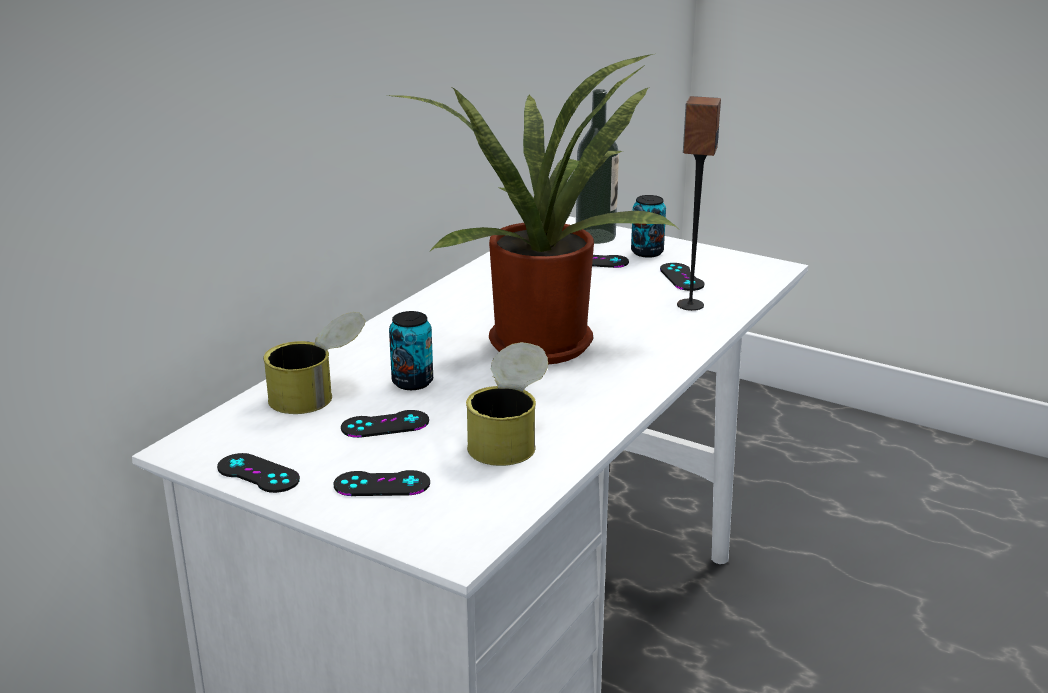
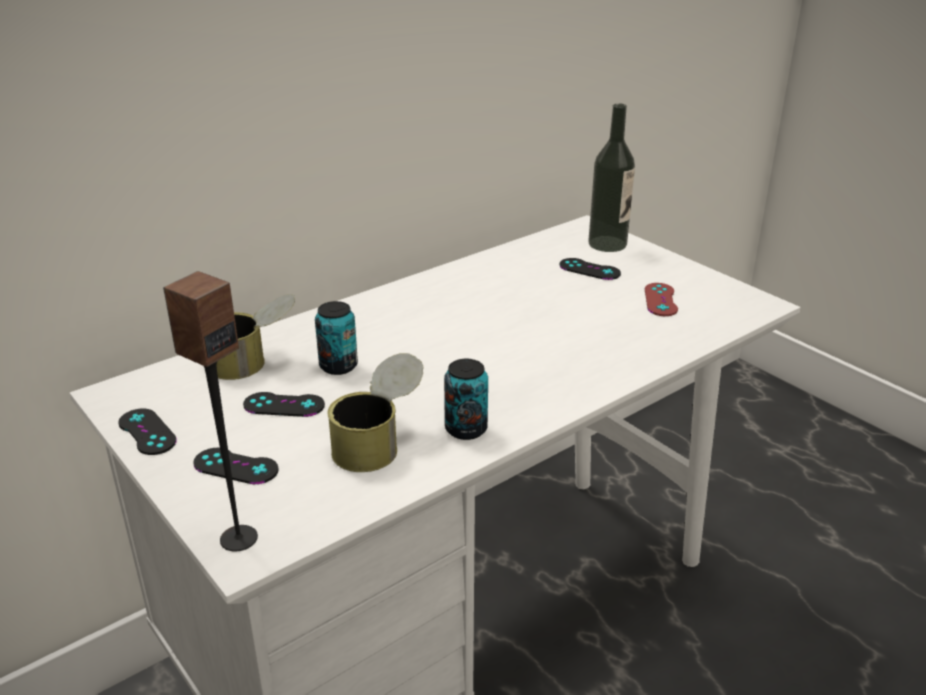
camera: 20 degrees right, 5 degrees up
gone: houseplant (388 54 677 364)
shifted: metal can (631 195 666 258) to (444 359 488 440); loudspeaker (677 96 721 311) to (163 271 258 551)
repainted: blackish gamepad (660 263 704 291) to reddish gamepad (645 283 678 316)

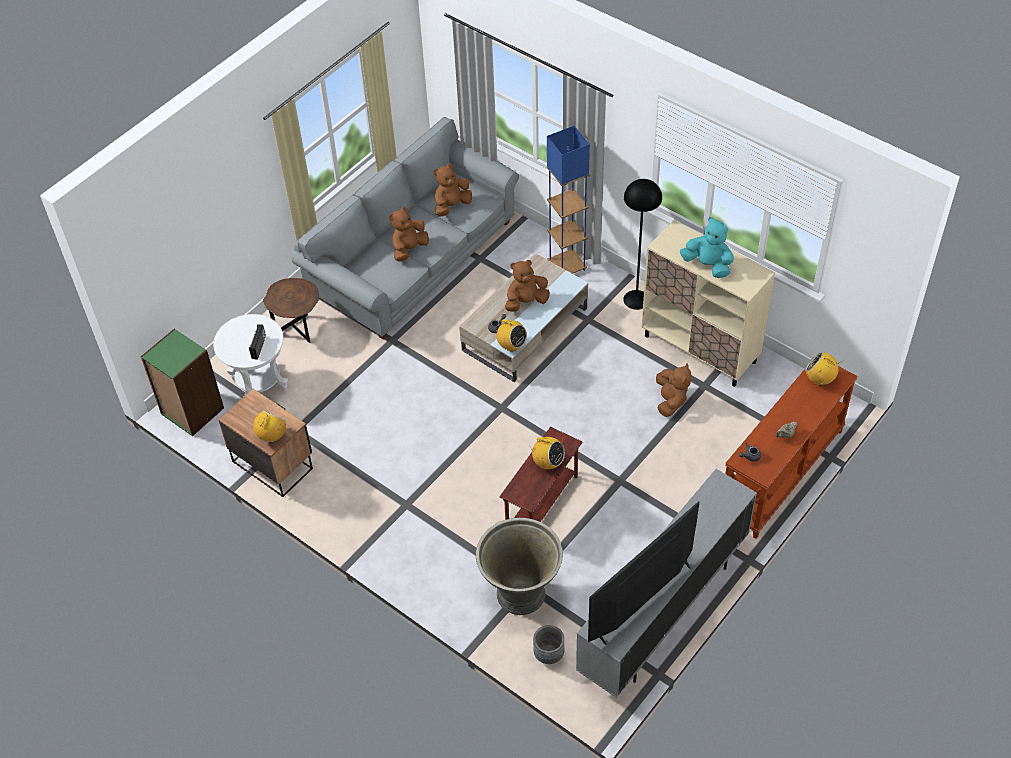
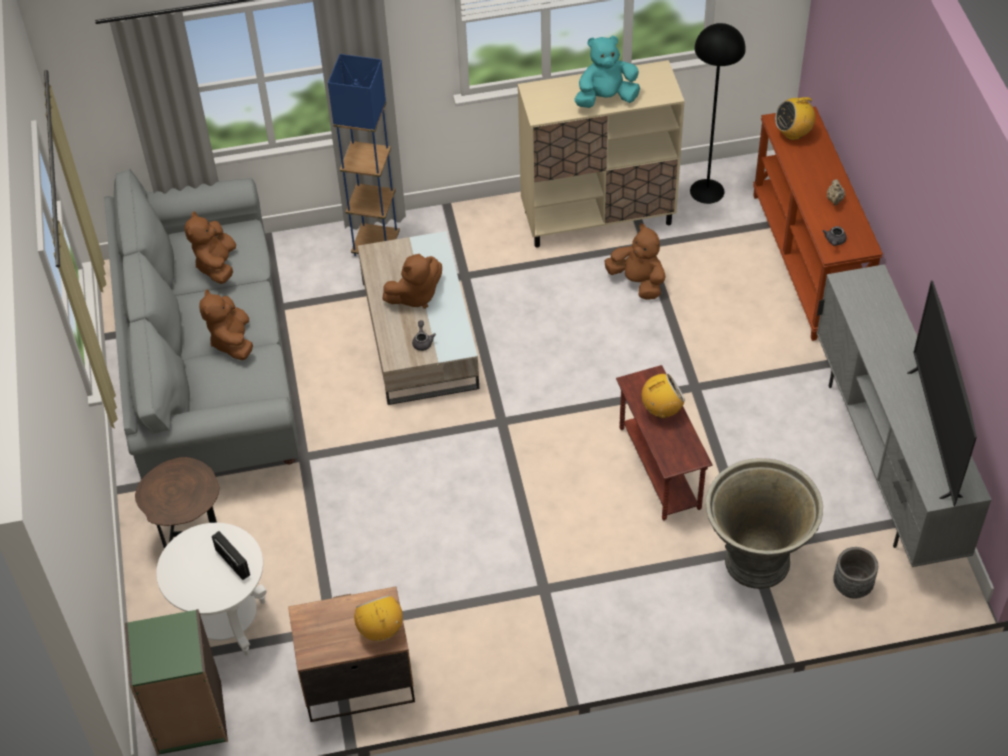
camera: 50 degrees left, 0 degrees up
gone: radio (496 320 527 351)
shifted: blackish standing lamp (623 179 662 310) to (690 23 746 204)
rotated: brownish plush toy (505 260 550 312) = (382 254 442 309) 135 degrees counterclockwise

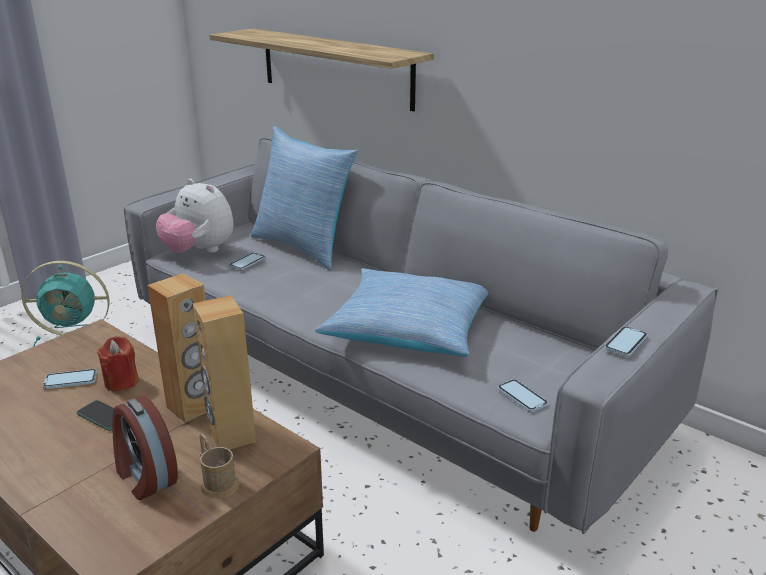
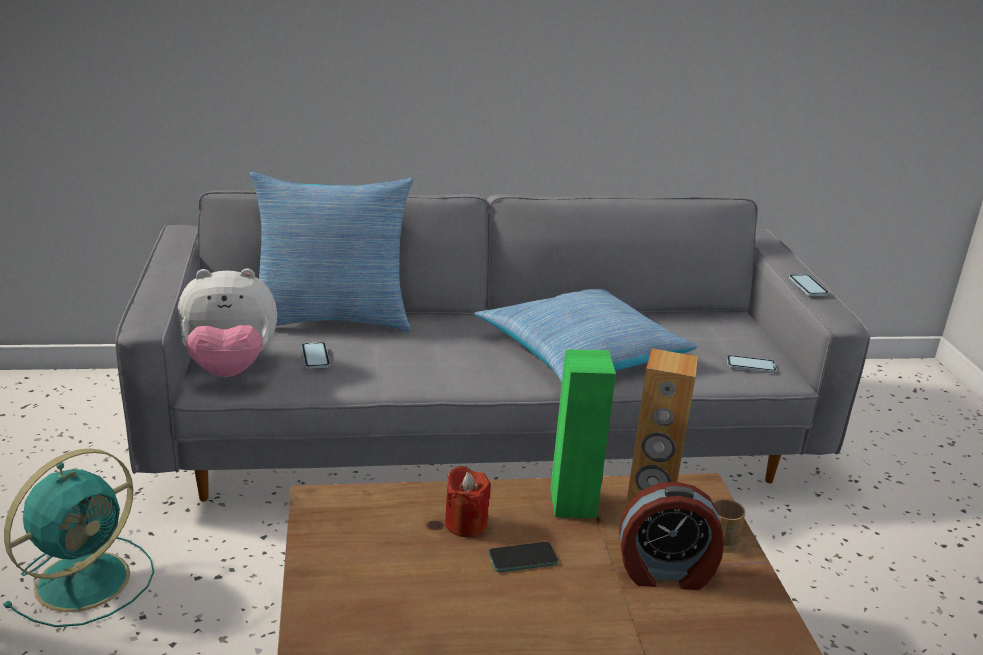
camera: 50 degrees left, 0 degrees up
gone: handset (43 369 97 389); wall shelf (210 28 434 111)
repainted: brownish loudspeaker (147 273 207 423) to green loudspeaker (550 350 616 518)

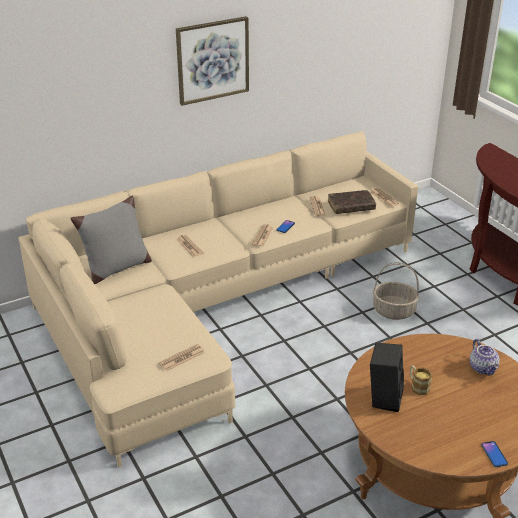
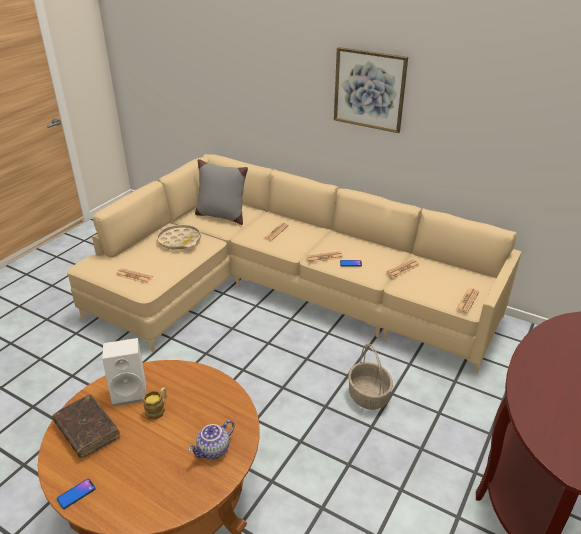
camera: 60 degrees right, 0 degrees up
new: beige carrying tray (157 225 201 250)
shifted: brownish volume (328 190 376 214) to (52 394 120 458)
repainted: blackish loudspeaker (370 343 404 412) to whitish loudspeaker (102 338 146 406)

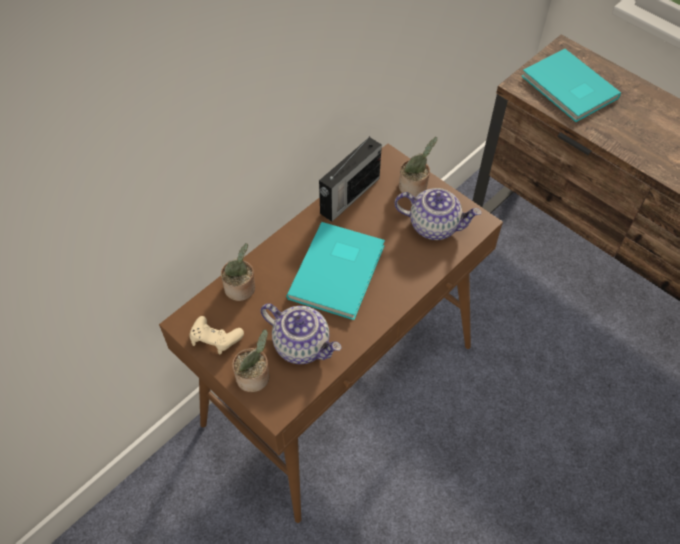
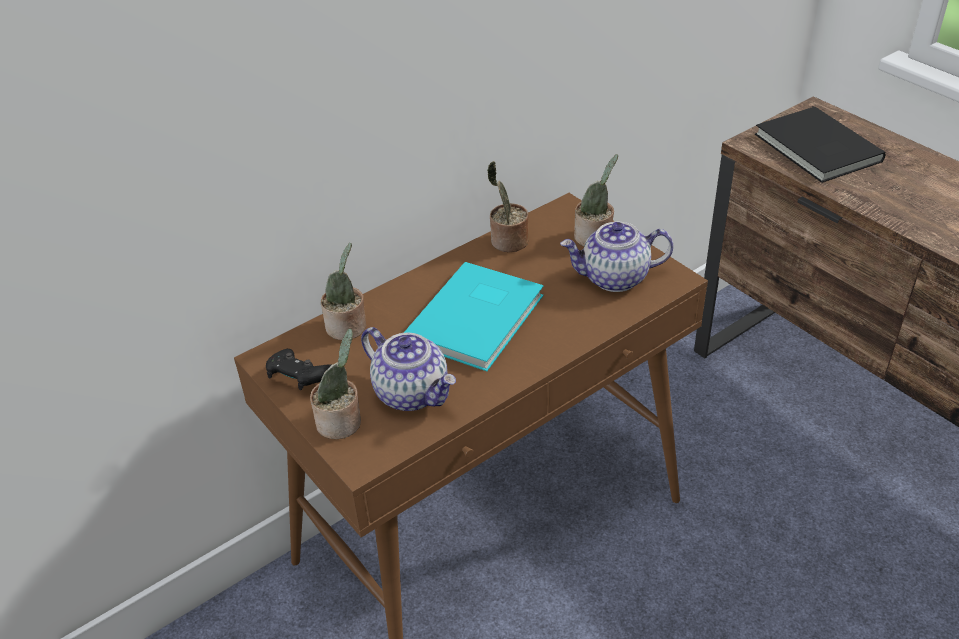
camera: 10 degrees right, 15 degrees down
swapped: radio (319 136 382 222) to houseplant (487 161 528 252)
repainted: beige gamepad (190 316 244 354) to blackish gamepad (266 349 332 390); turquoise-coloured volume (521 49 621 122) to blackish volume (755 107 885 183)
rotated: tea pot (394 188 482 240) = (560 222 673 292) 150 degrees clockwise

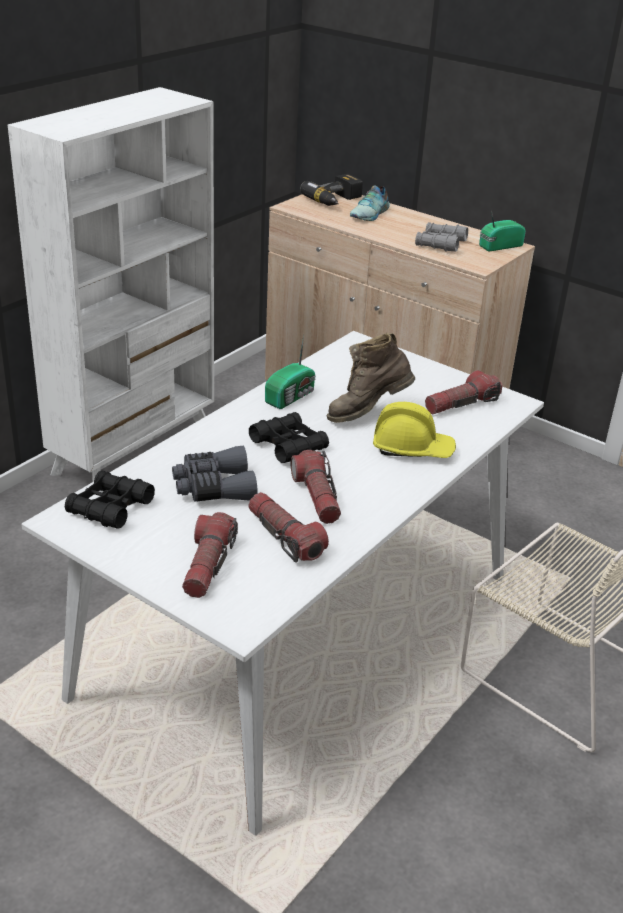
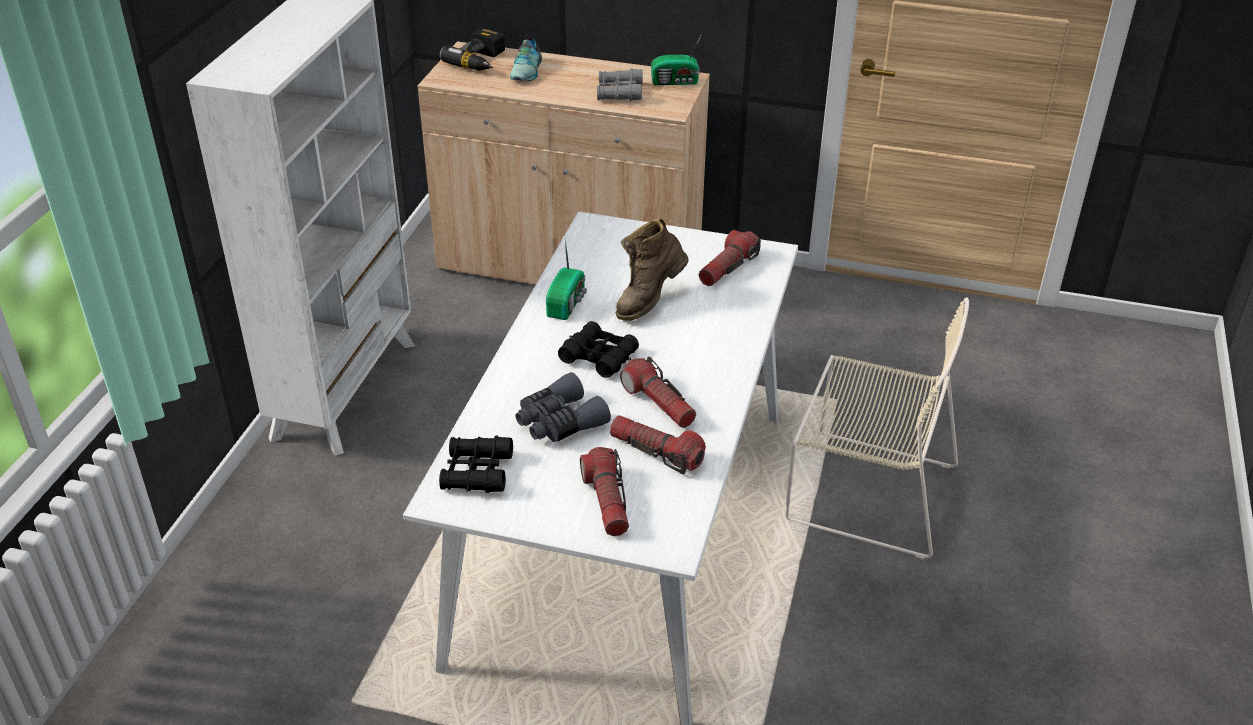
camera: 20 degrees left, 5 degrees up
gone: yellowish work helmet (373 402 456 458)
rotated: radio (479 210 526 251) = (651 34 702 85) 135 degrees counterclockwise

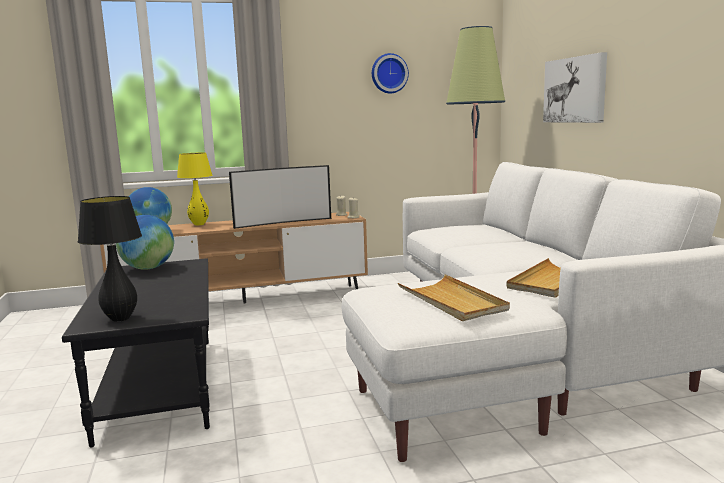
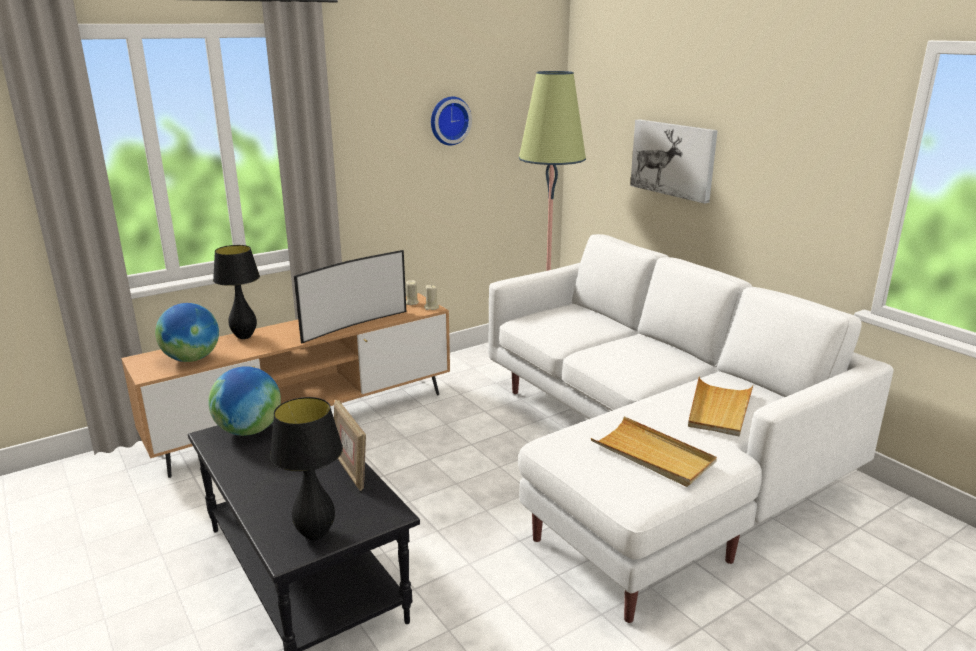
camera: 20 degrees left, 10 degrees up
new: standing frame (334 400 366 491)
repainted: yellowish lamp for a table (177 152 212 225) to blackish lamp for a table (213 245 260 339)

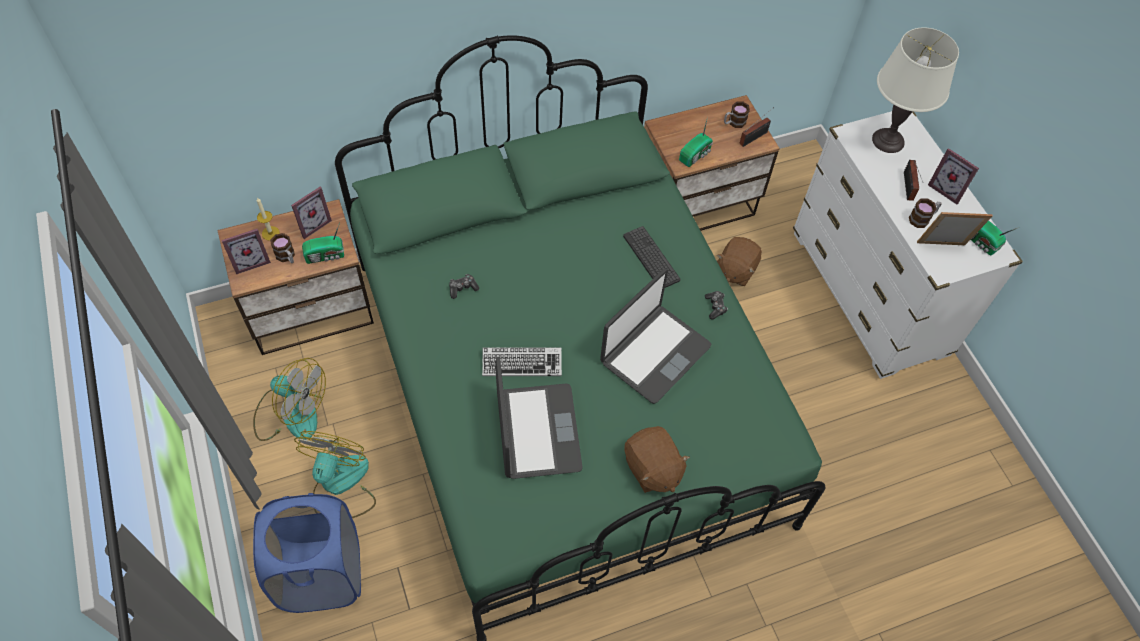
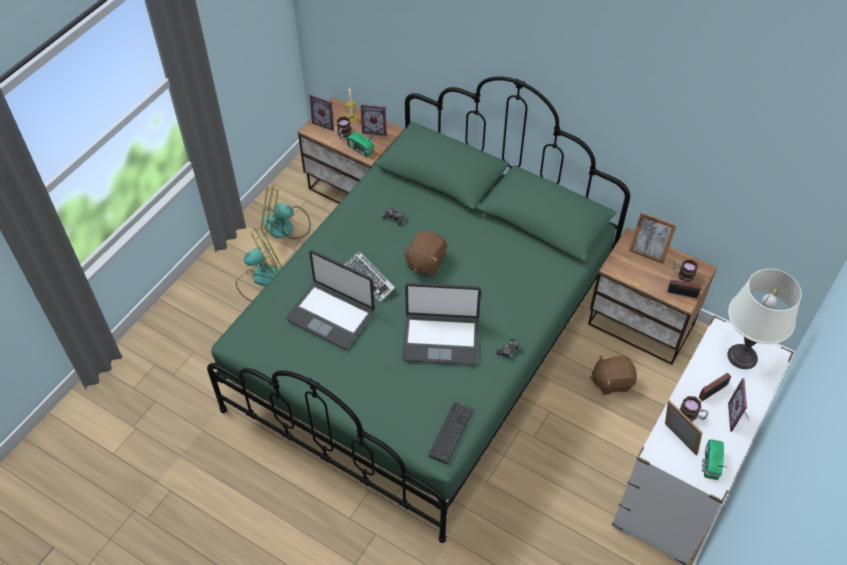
camera: 55 degrees right, 5 degrees down
gone: bluish laundry basket (253 493 361 613); radio (679 117 713 167)
new: standing frame (629 212 677 264)
shifted: computer keyboard (623 226 680 288) to (428 402 473 464); brownish plush toy (624 426 690 493) to (403 231 447 276)
rotated: cooling fan (253 358 326 441) = (261 185 311 239) 105 degrees clockwise; portable computer (495 357 583 479) = (286 250 375 349) 75 degrees clockwise

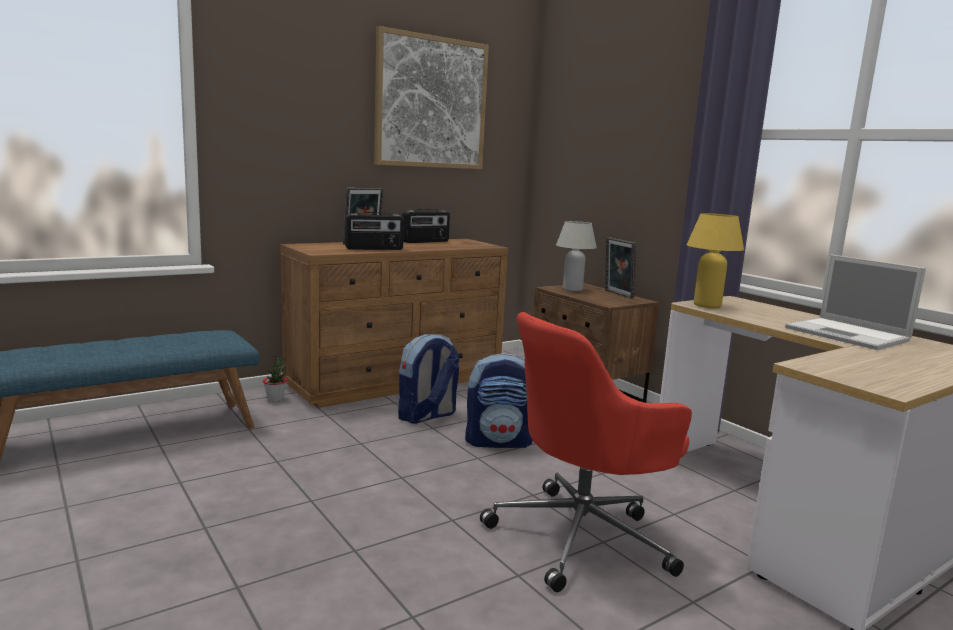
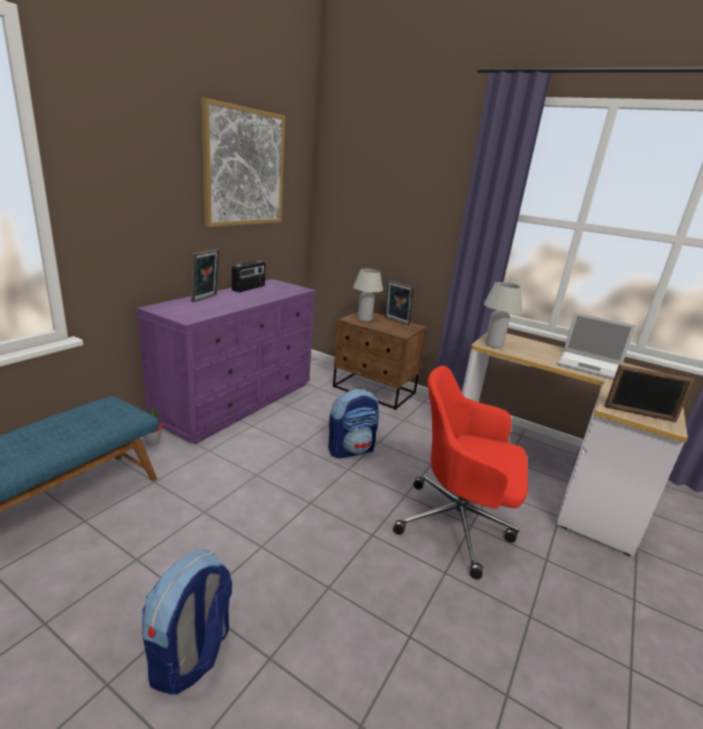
camera: 25 degrees left, 10 degrees up
gone: radio (345 212 404 250)
new: standing frame (604 365 695 422)
shifted: backpack (398 334 459 424) to (142 549 232 695)
repainted: brownish chest of drawers (280 239 508 408) to purple chest of drawers (136 279 315 444); yellowish lamp for a table (687 213 744 308) to whitish lamp for a table (484 282 522 348)
rotated: reddish computer chair (480 312 692 592) = (393 366 528 580) 75 degrees clockwise

